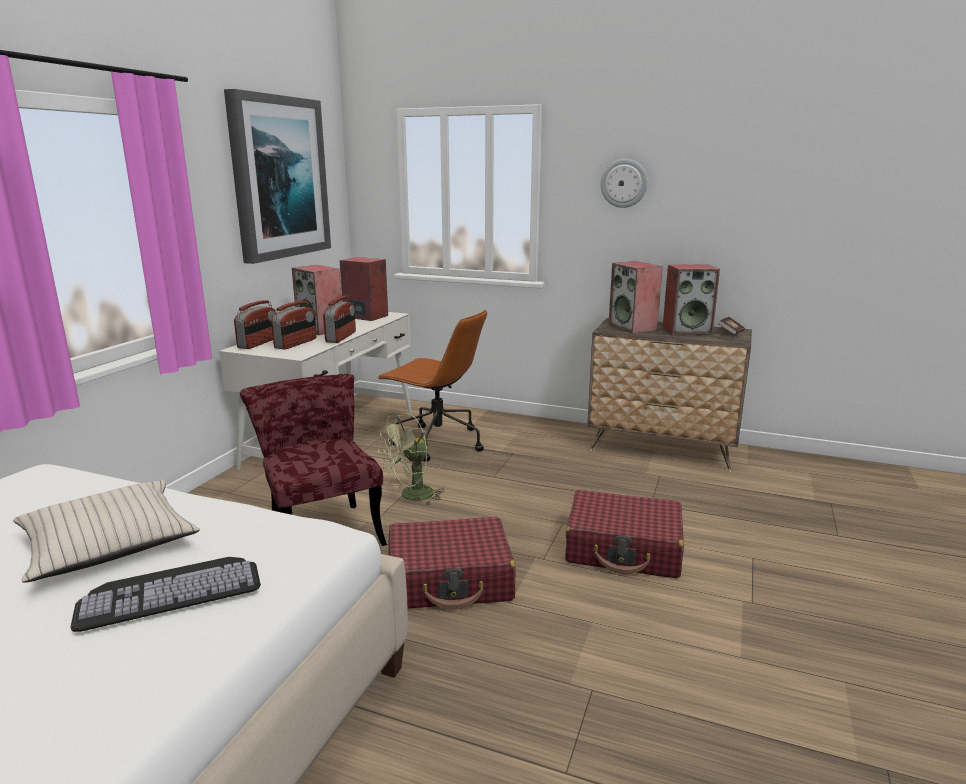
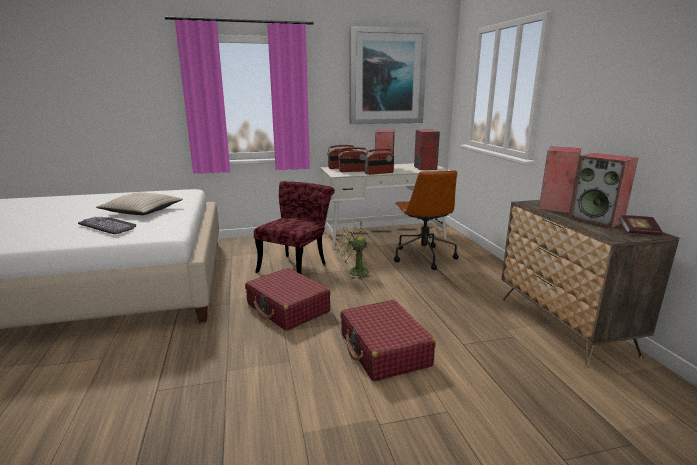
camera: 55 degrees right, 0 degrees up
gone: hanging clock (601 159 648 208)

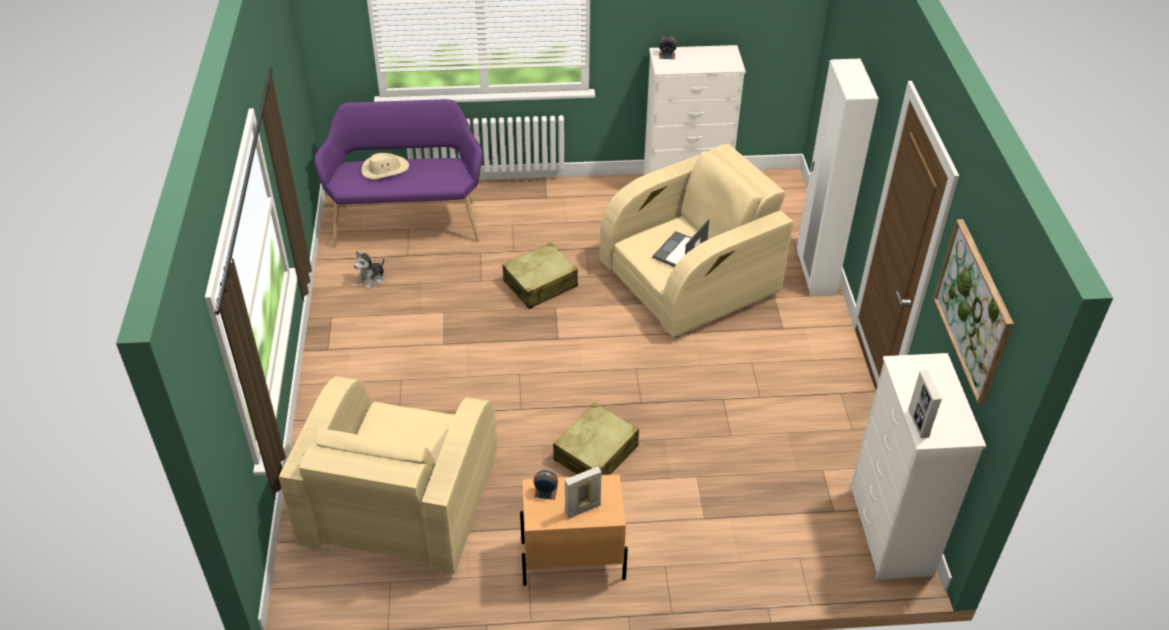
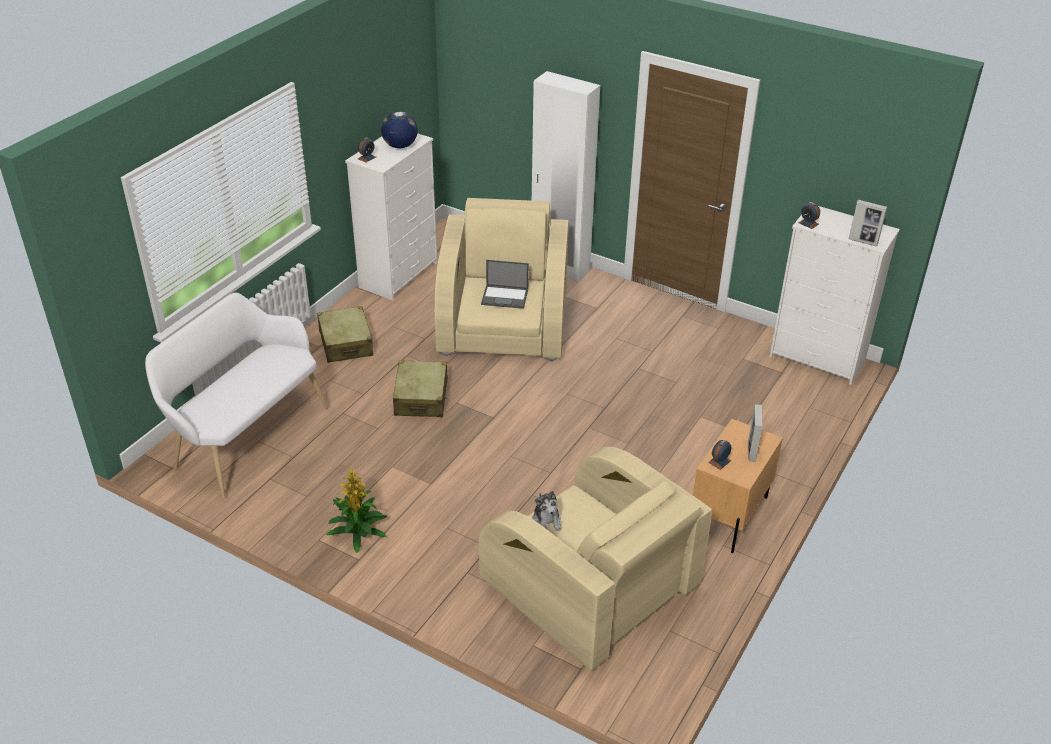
camera: 55 degrees left, 5 degrees down
gone: beige hat (361 153 409 179); wall picture (933 219 1014 404)
new: houseplant (326 467 387 553); world globe (381 111 418 148); alarm clock (799 202 820 229)
shifted: plush toy (354 251 385 289) to (532 491 562 531); beige piece of luggage (553 402 639 475) to (317 306 373 363)
repainted: purple indoor bench (314 99 482 248) to whitish indoor bench (145 293 328 500)
rotated: portable computer (652 219 710 267) = (481 260 529 309) 60 degrees counterclockwise

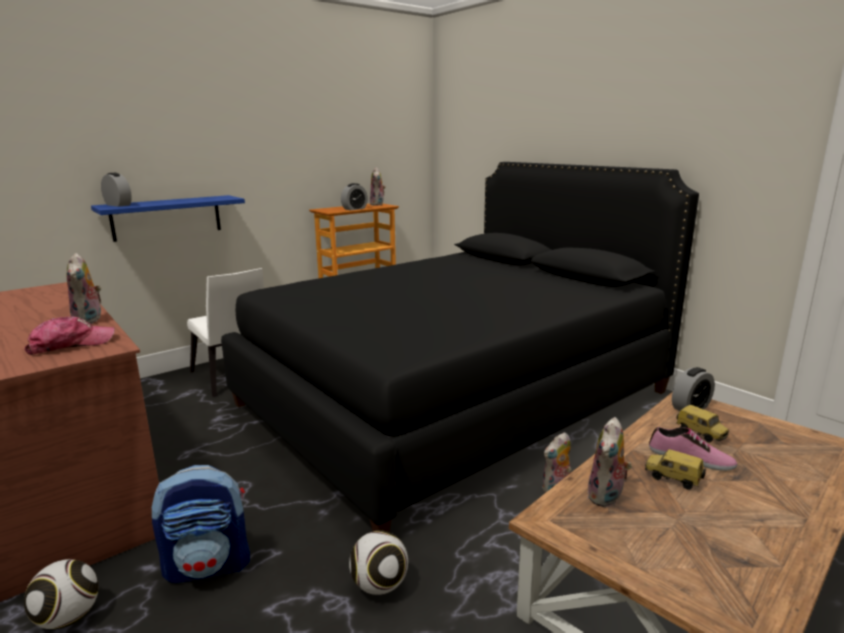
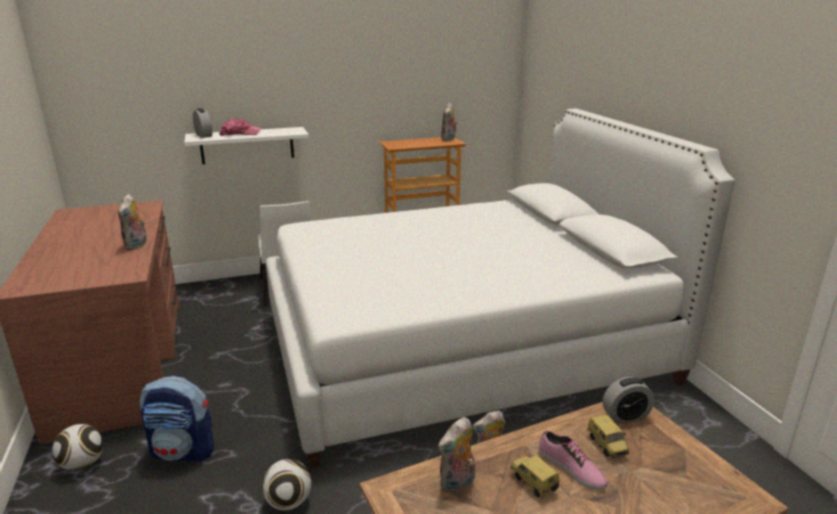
camera: 20 degrees right, 5 degrees up
gone: alarm clock (341 183 368 210)
shifted: baseball cap (24 317 115 355) to (219 118 261 136)
repainted: bluish wall shelf (91 195 245 242) to whitish wall shelf (184 127 309 164); blackish bed (221 162 699 532) to whitish bed (266 109 735 468)

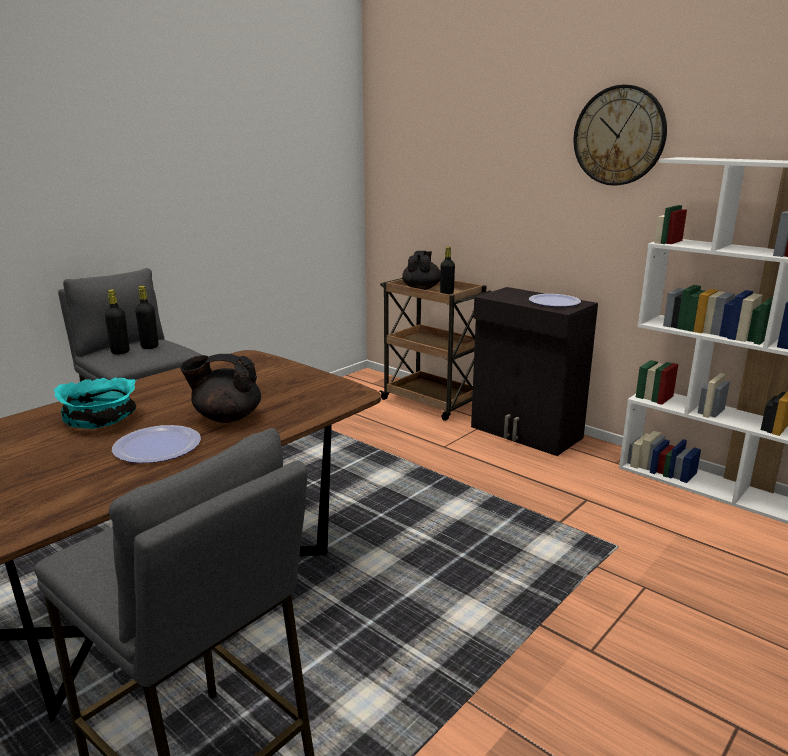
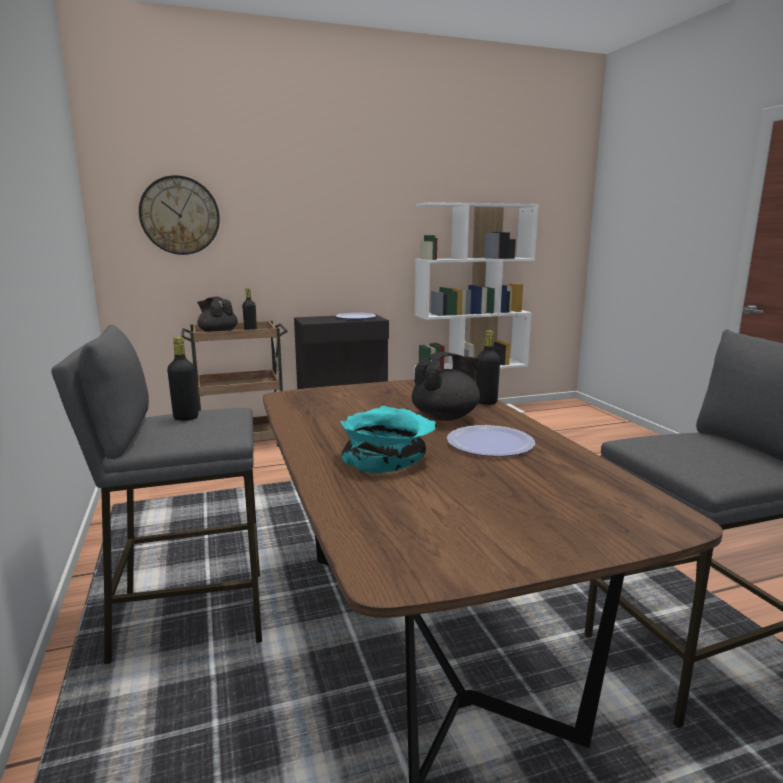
camera: 60 degrees left, 5 degrees down
shifted: blackish beverage bottle (105 290 129 355) to (476 330 500 405); hanging clock (574 85 667 185) to (139 175 220 255)
rotated: blackish tea pot (180 354 261 423) = (412 352 481 421) 150 degrees counterclockwise

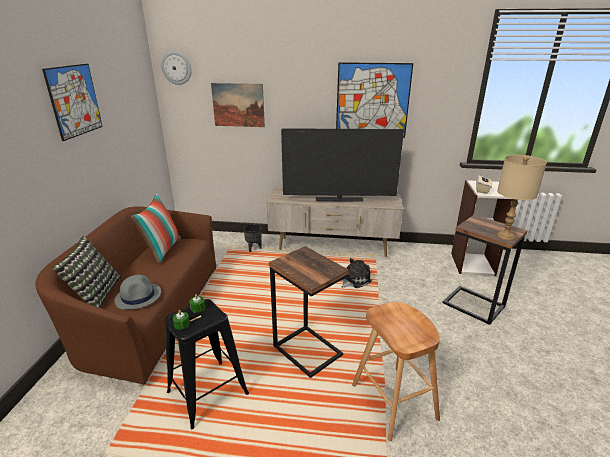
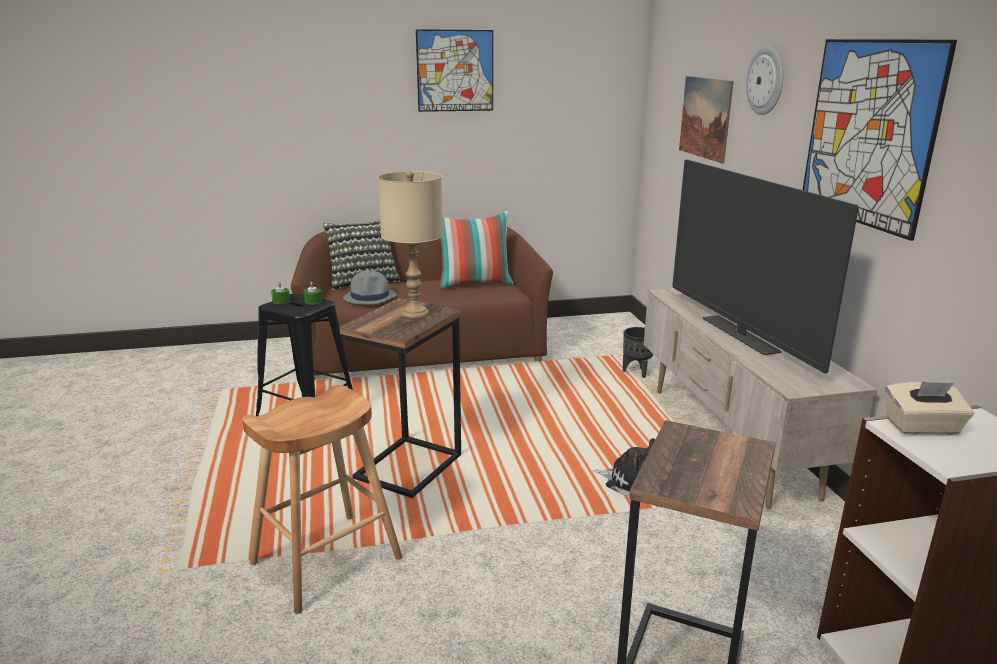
camera: 70 degrees right, 5 degrees down
shifted: hanging clock (161 51 192 85) to (746 47 783 115); beige lamp for a table (497 155 547 240) to (378 170 443 318)

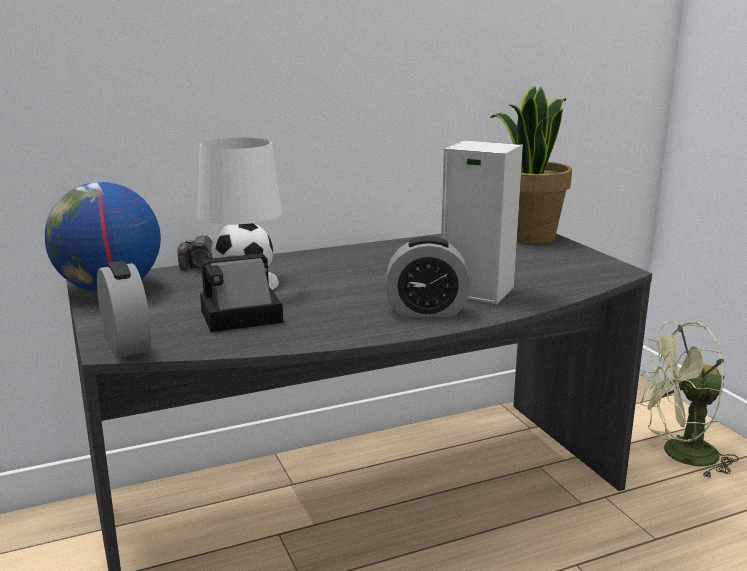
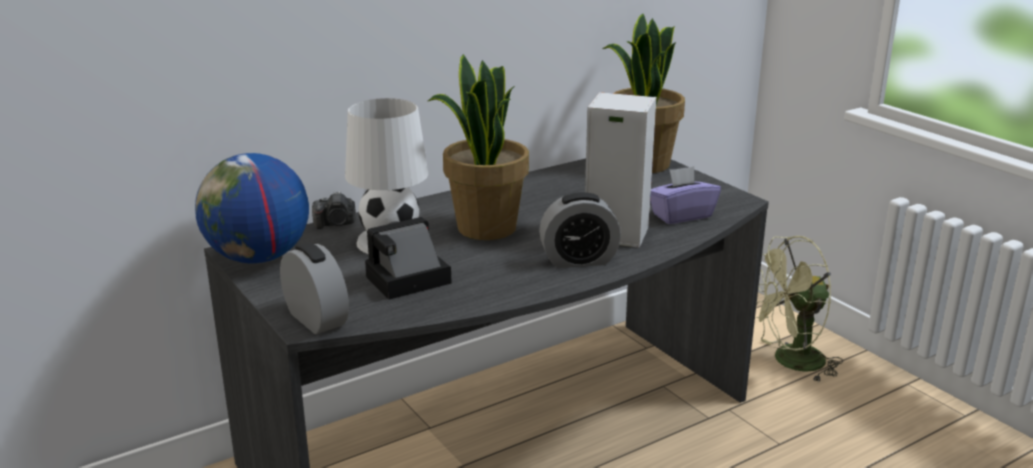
camera: 10 degrees left, 5 degrees up
new: houseplant (428 54 529 240); purple tissue box (650 166 721 224)

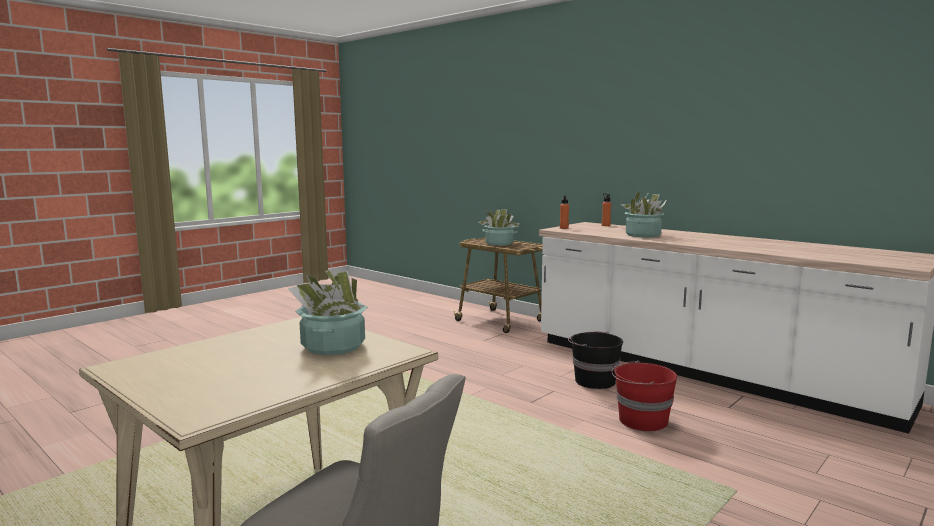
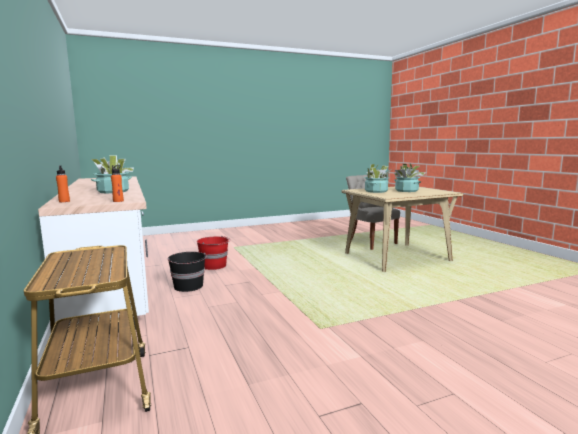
camera: 155 degrees left, 0 degrees up
shifted: houseplant (479 209 520 246) to (394 163 426 192)

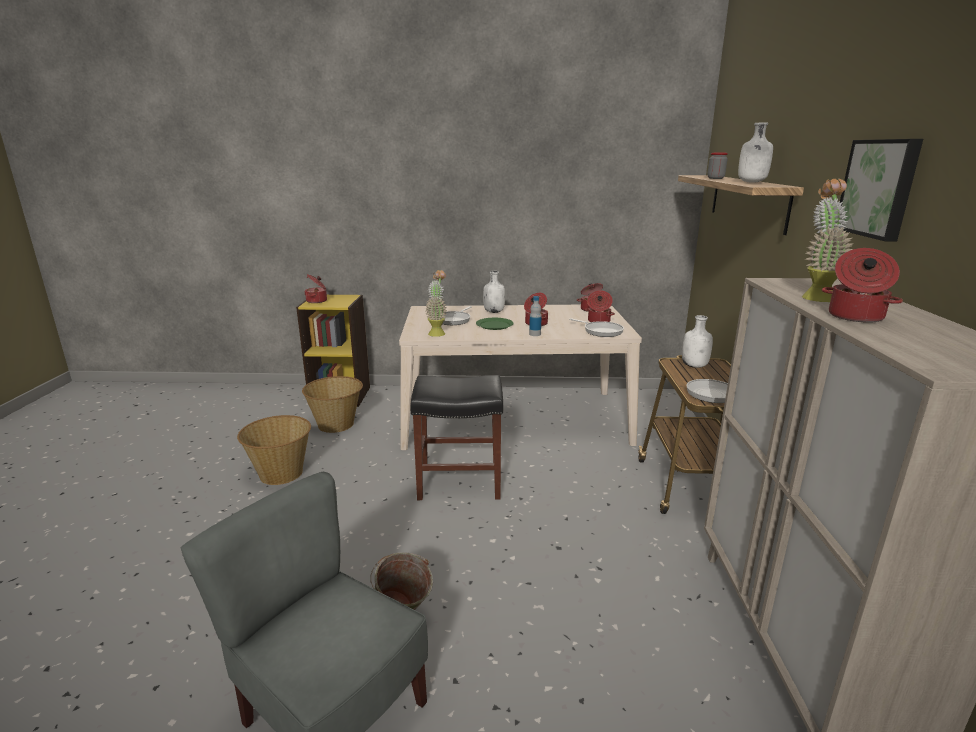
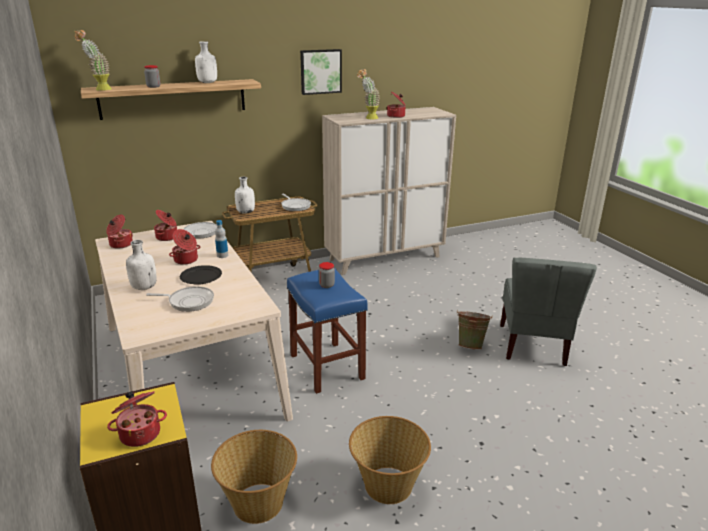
camera: 115 degrees left, 5 degrees up
new: preserve jar (319 262 335 288)
shifted: houseplant (425 270 447 337) to (74 30 112 91)
repainted: blackish stool (410 375 503 500) to bluish stool (287 268 368 394); green plate (476 318 514 330) to blackish plate (180 265 222 285)

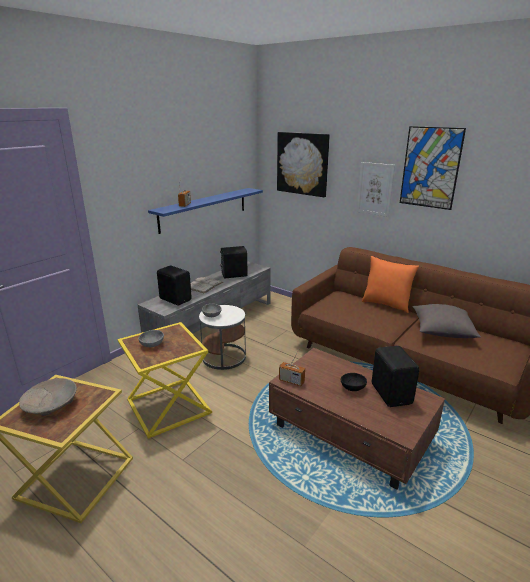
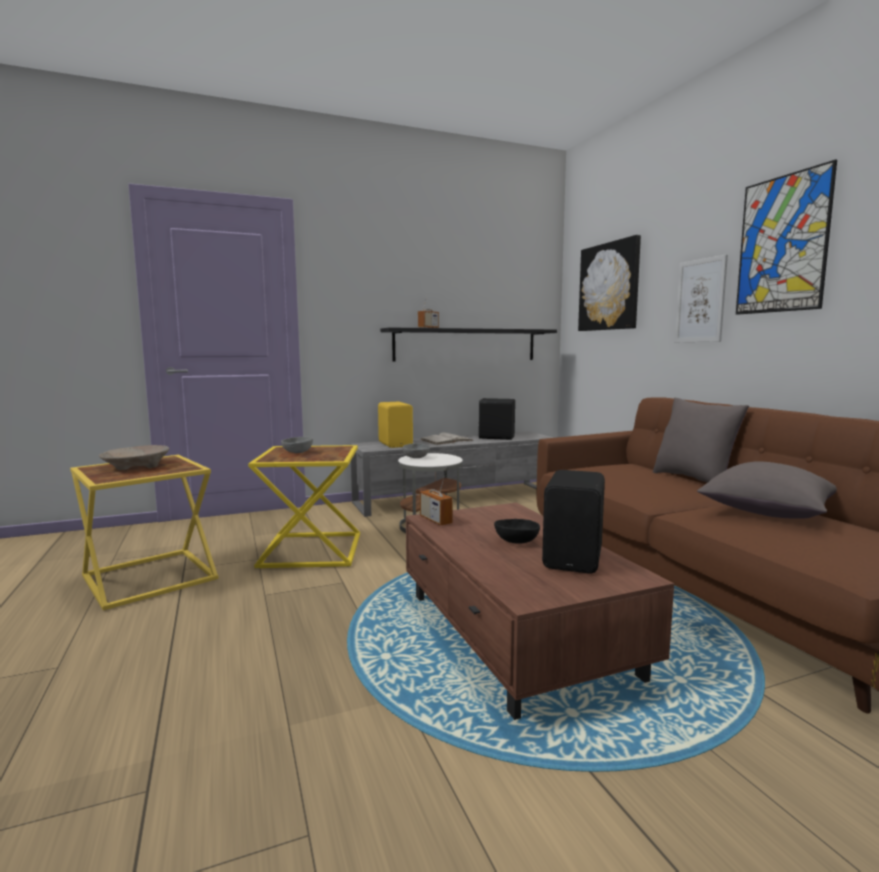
camera: 30 degrees right, 15 degrees down
repainted: bluish wall shelf (148 188 263 234) to blackish wall shelf (380 327 557 361); blackish loudspeaker (157 265 192 305) to yellowish loudspeaker (378 402 413 448); orange throw pillow (362 256 419 313) to greyish throw pillow (653 398 749 483)

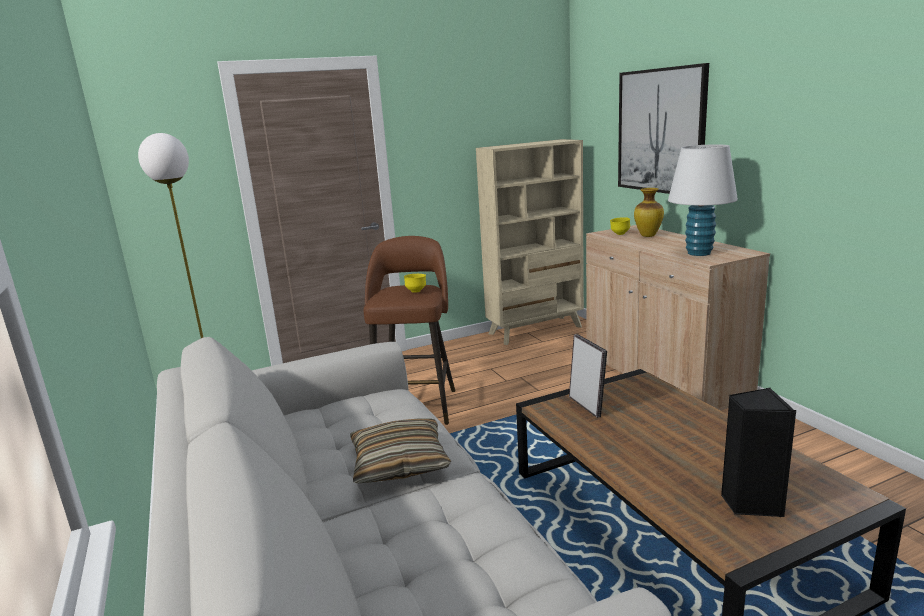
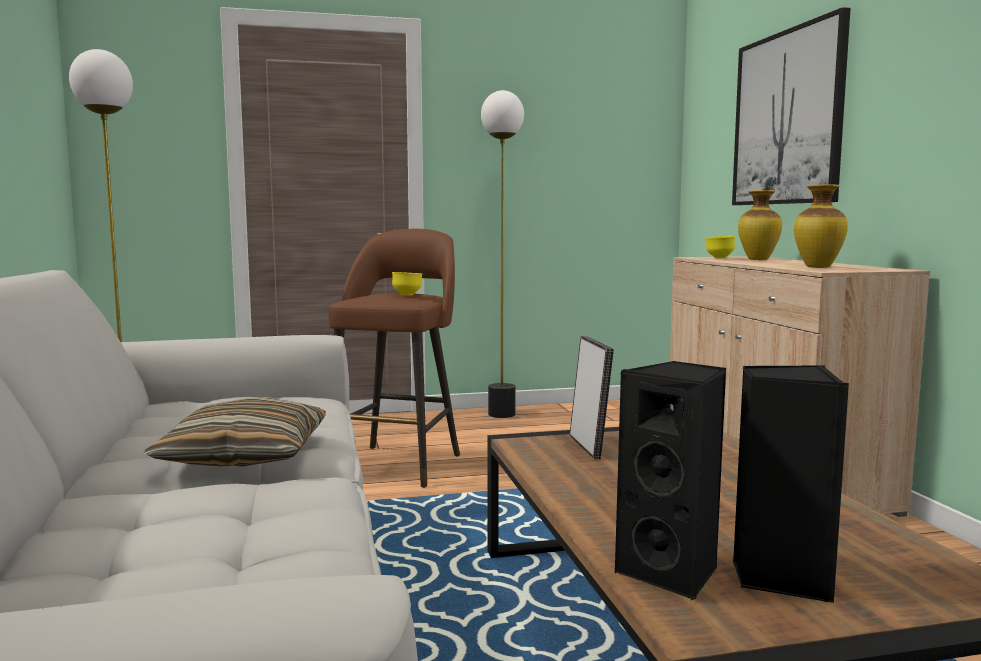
camera: 10 degrees right, 10 degrees down
gone: beige bookshelf (476 139 584 345)
new: standing lamp (481 90 524 418); blackish loudspeaker (614 361 726 600)
swapped: whitish lamp for a table (668 145 738 256) to vase (794 185 848 268)

